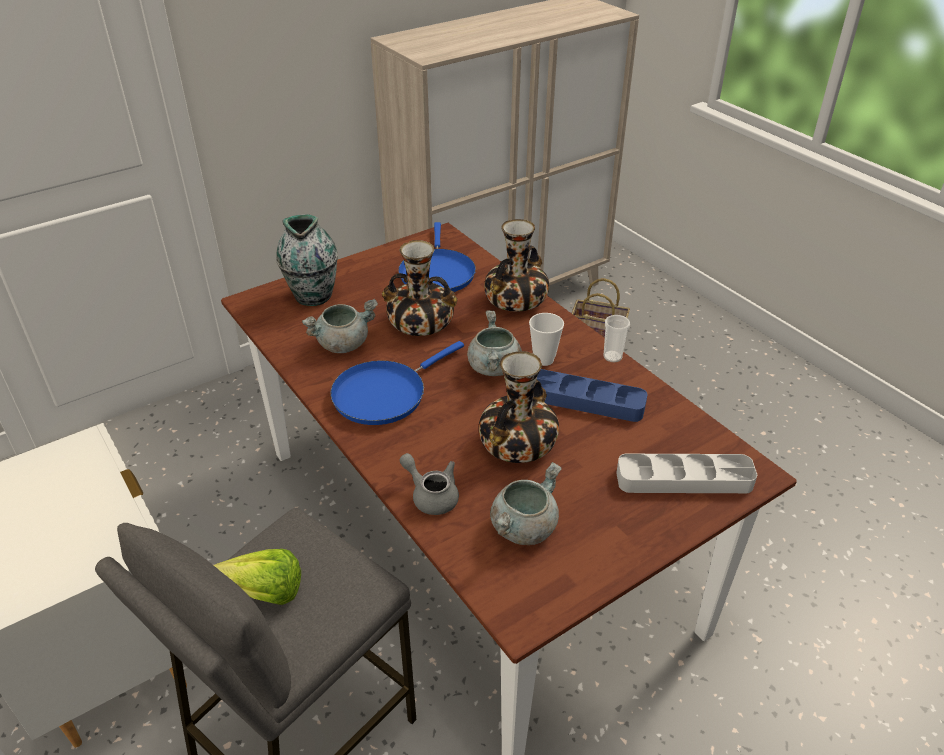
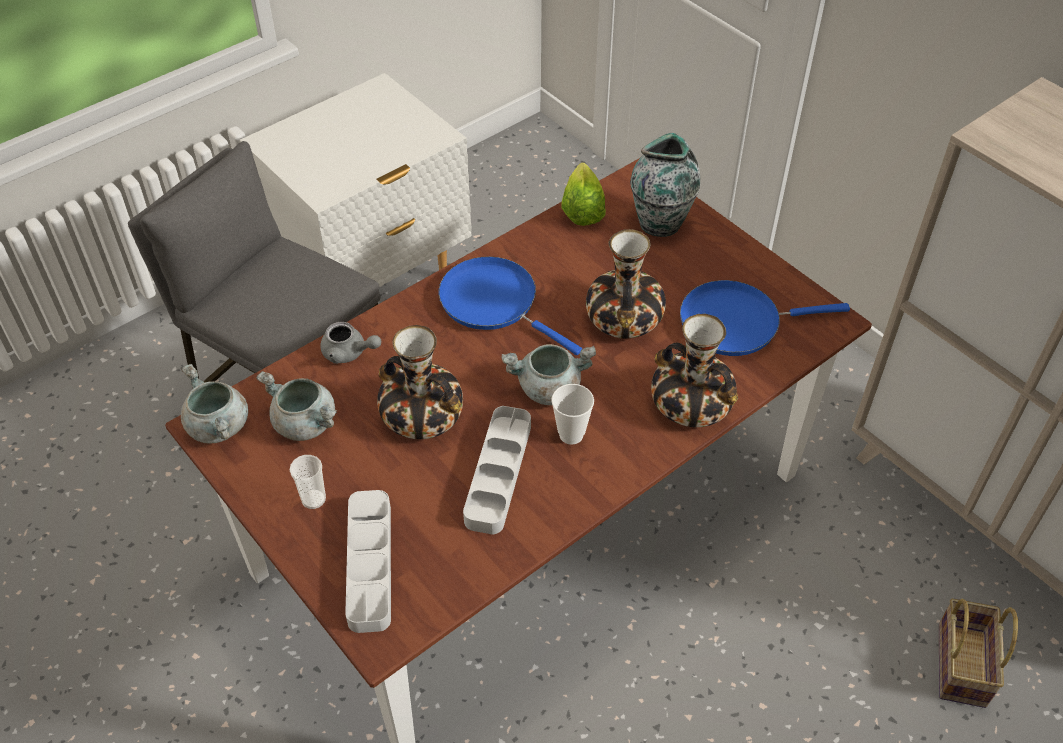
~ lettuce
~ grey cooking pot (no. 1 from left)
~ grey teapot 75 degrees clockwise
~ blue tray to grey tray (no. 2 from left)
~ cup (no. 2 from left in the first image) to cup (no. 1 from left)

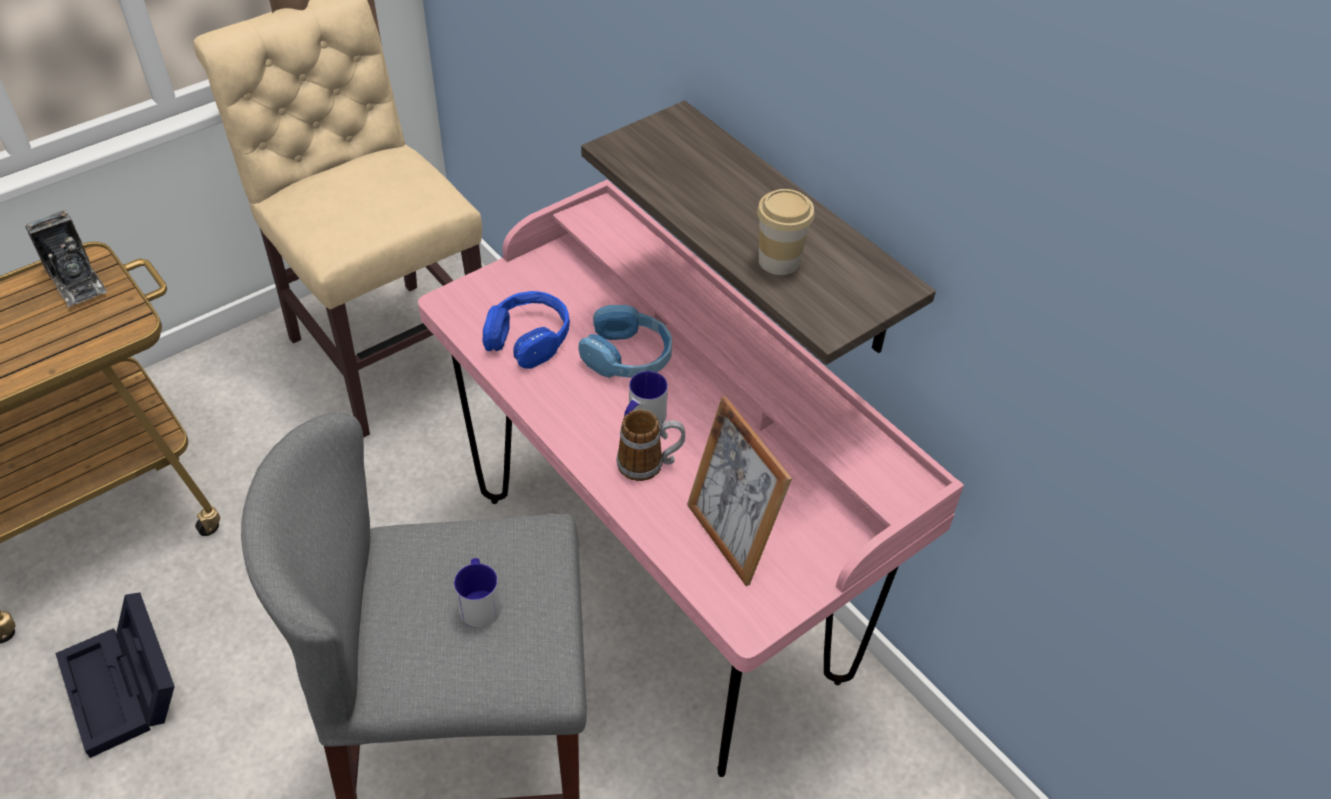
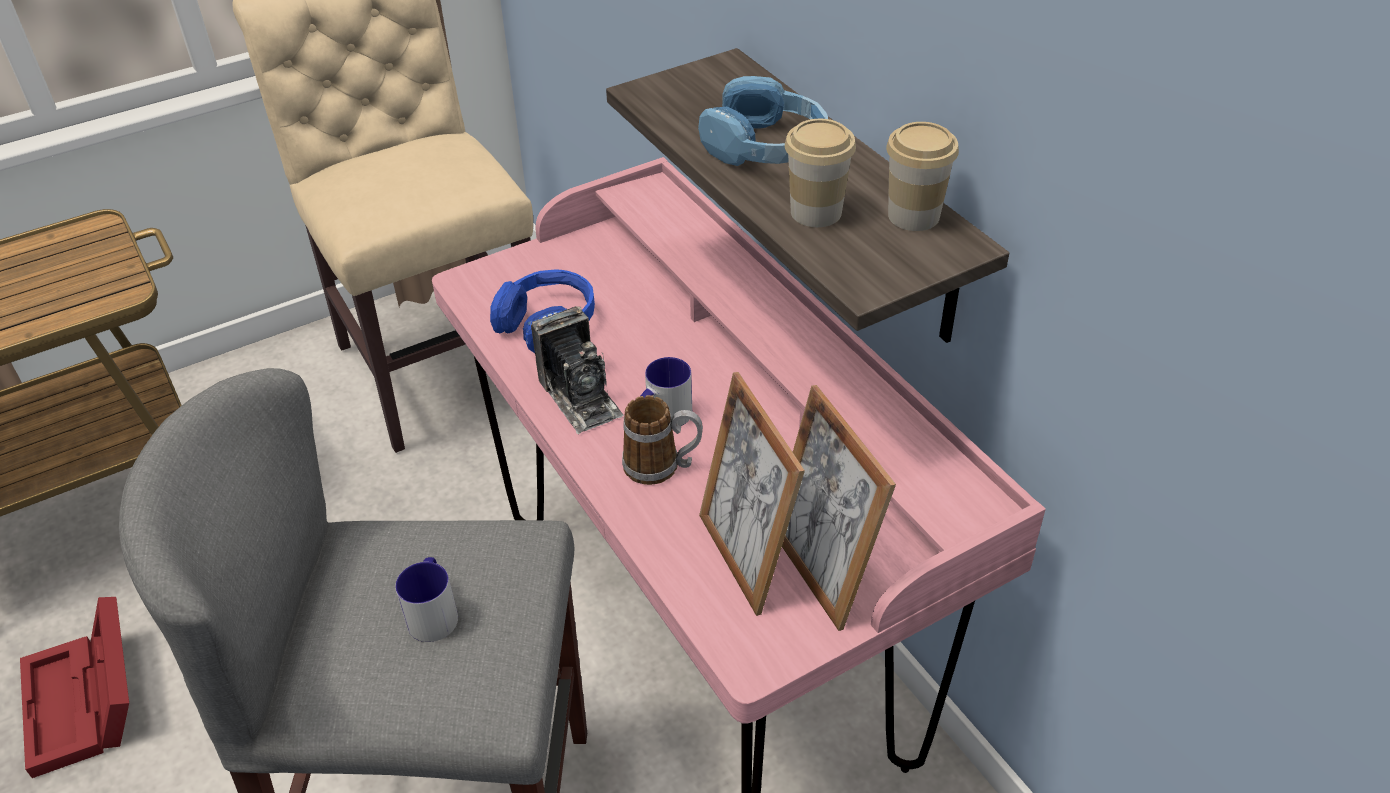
~ photo camera
~ black storage box to red storage box
~ blue headphones (no. 2 from left)
+ picture frame (no. 2 from left)
+ cup (no. 2 from left)

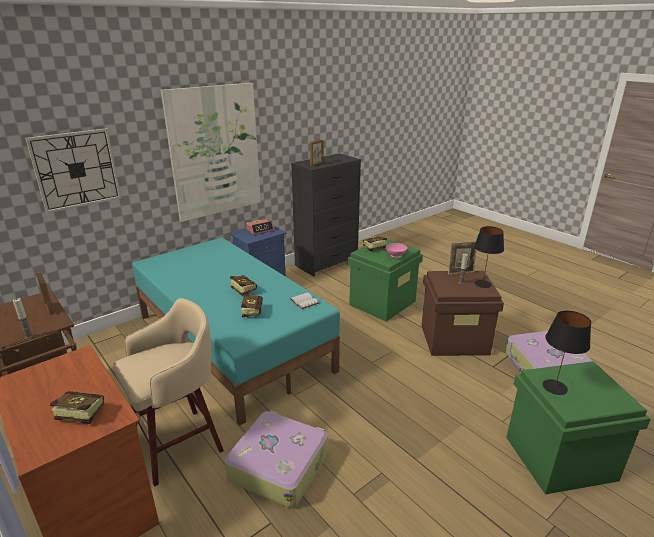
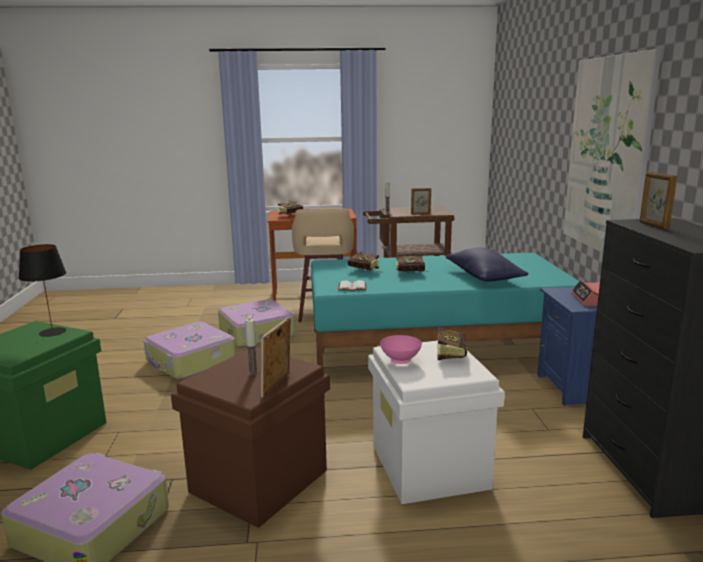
- wall clock
~ green storage box (no. 1 from left) to white storage box
- black table lamp (no. 1 from left)
+ suitcase (no. 2 from left)
+ blue pillow

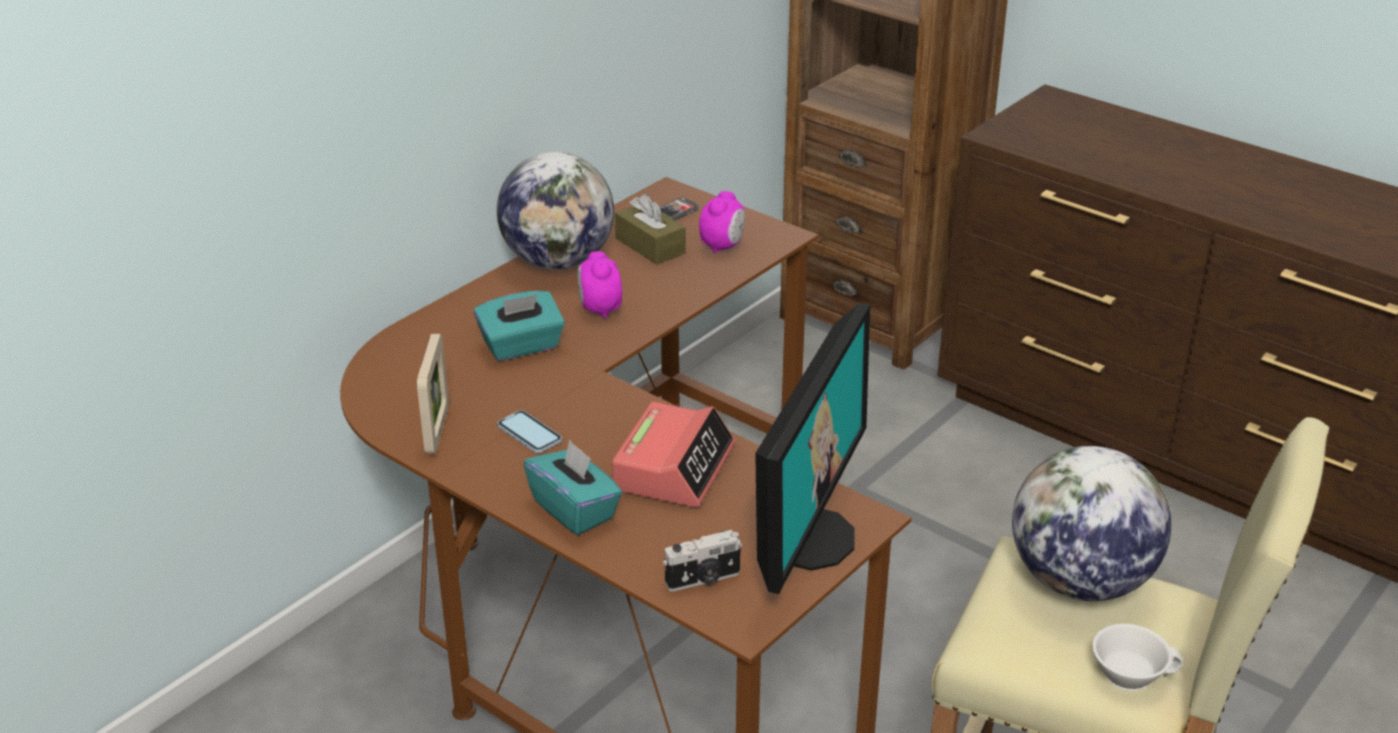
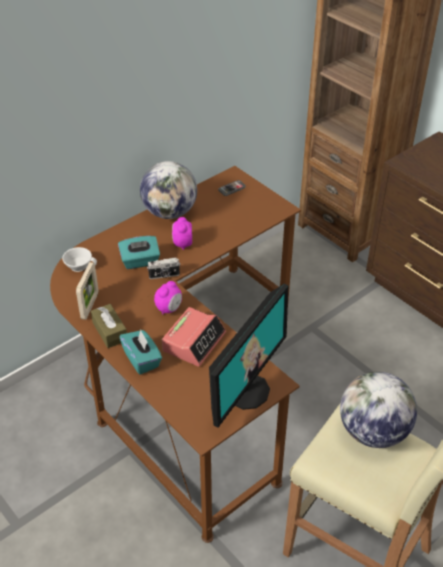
- phone (no. 1 from left)
~ brown tissue box
~ photo camera
~ alarm clock (no. 3 from left in the first image) to alarm clock (no. 1 from left)
~ white cup

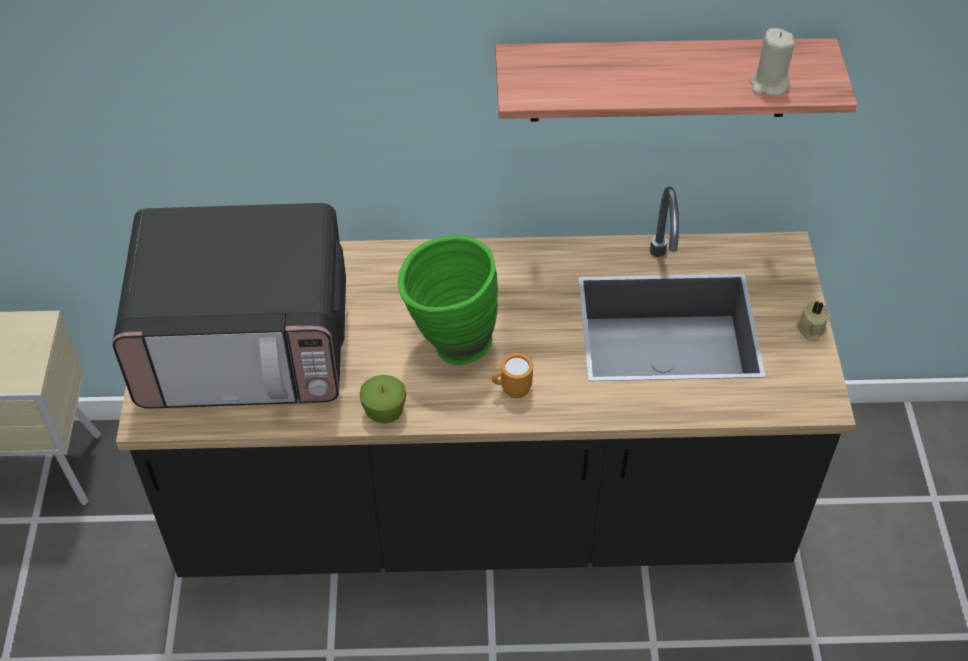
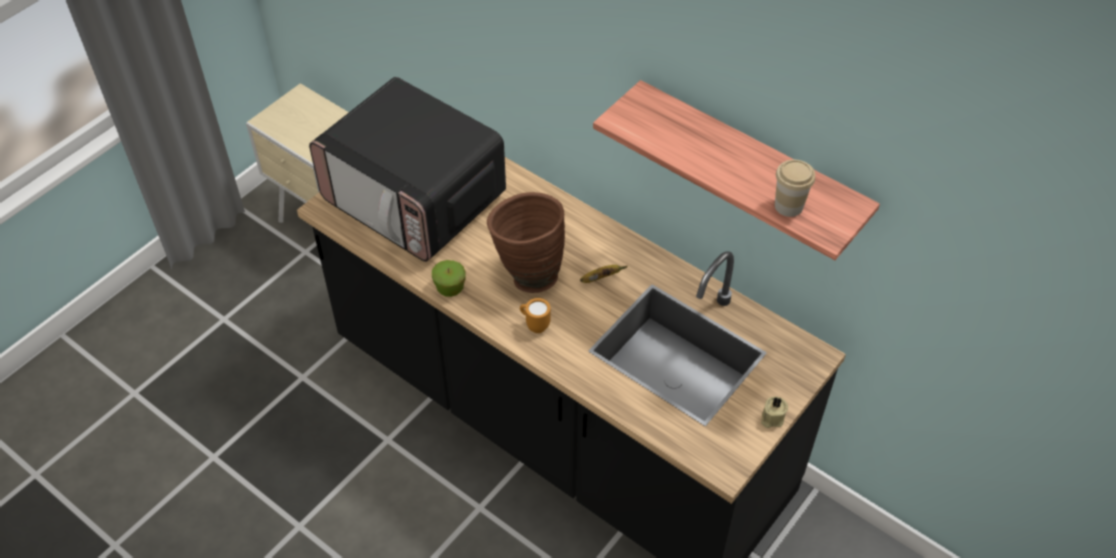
~ green vase to brown vase
~ beige candle (no. 1 from left) to cup
+ banana

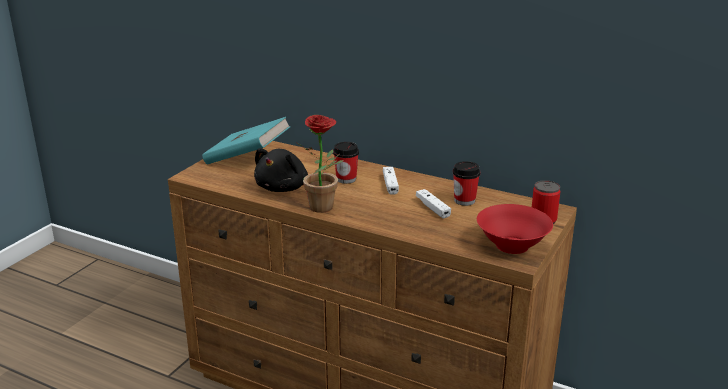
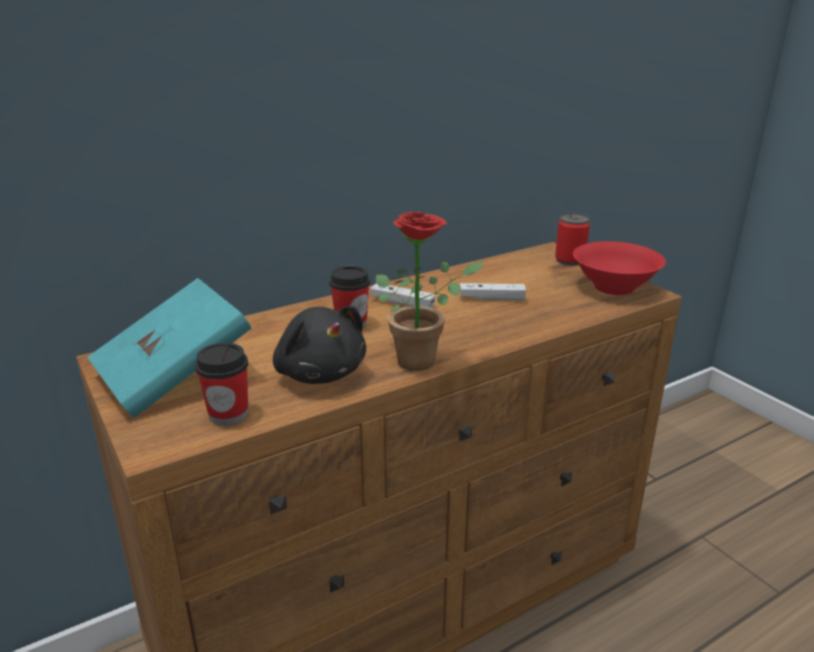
~ cup (no. 2 from left in the first image) to cup (no. 1 from left)

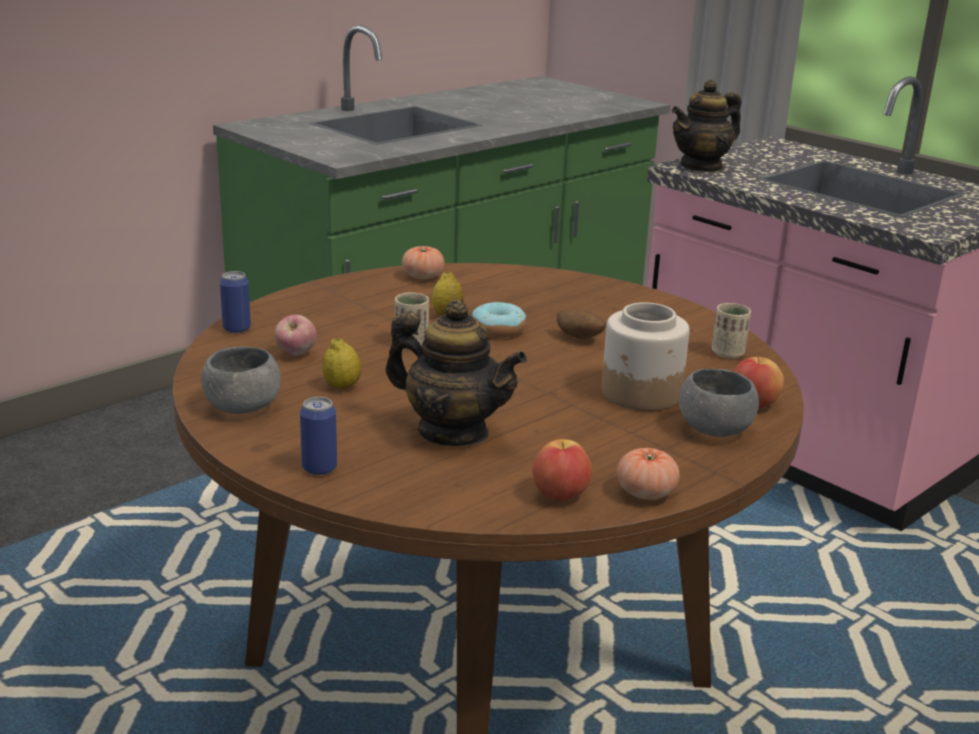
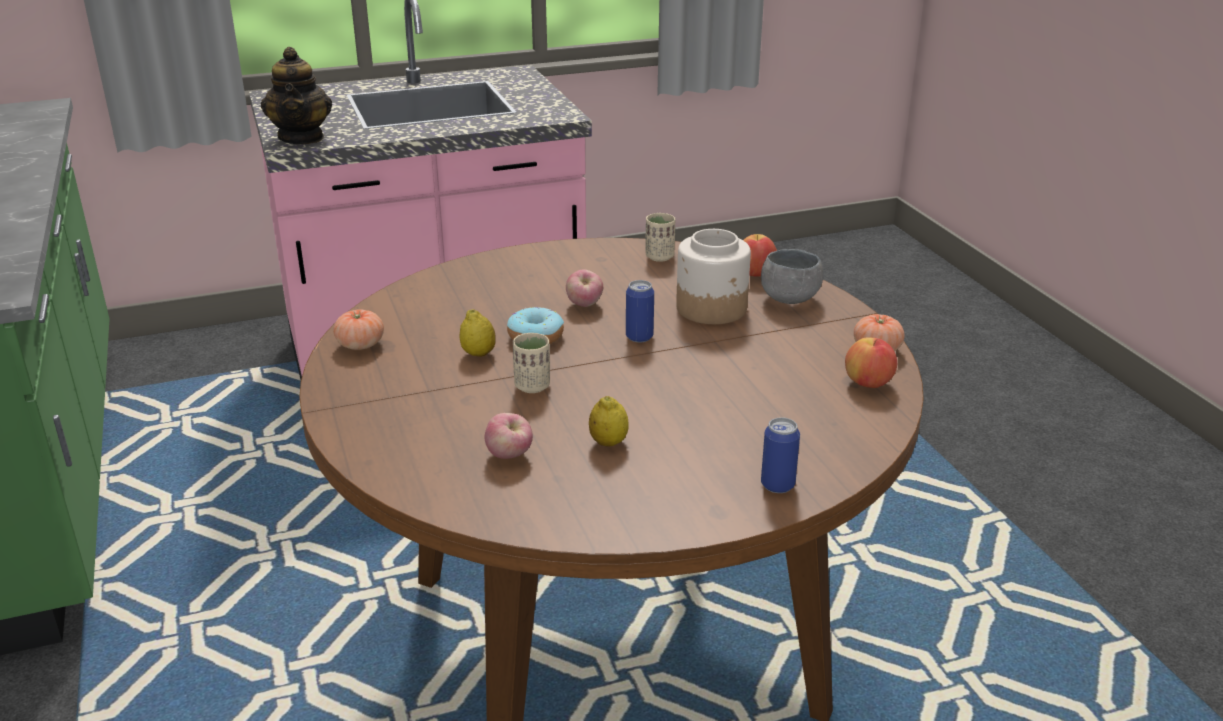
- grey bowl (no. 1 from left)
~ can (no. 1 from left)
- teapot (no. 1 from left)
~ potato to apple (no. 2 from left)

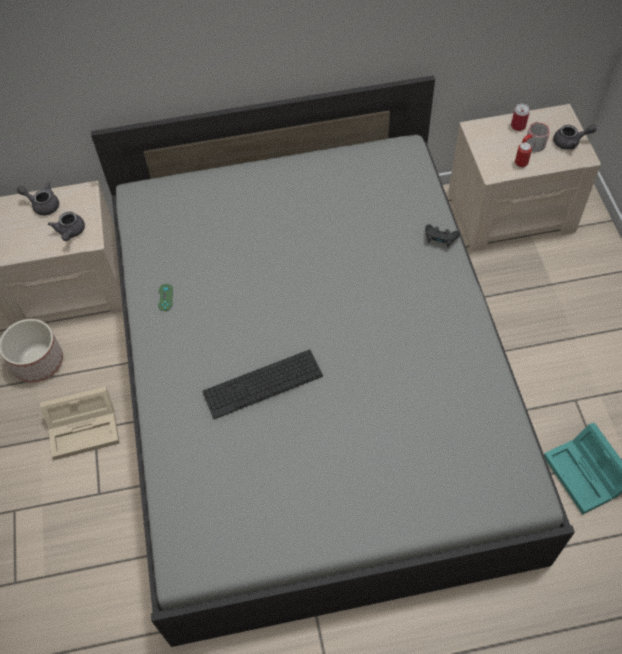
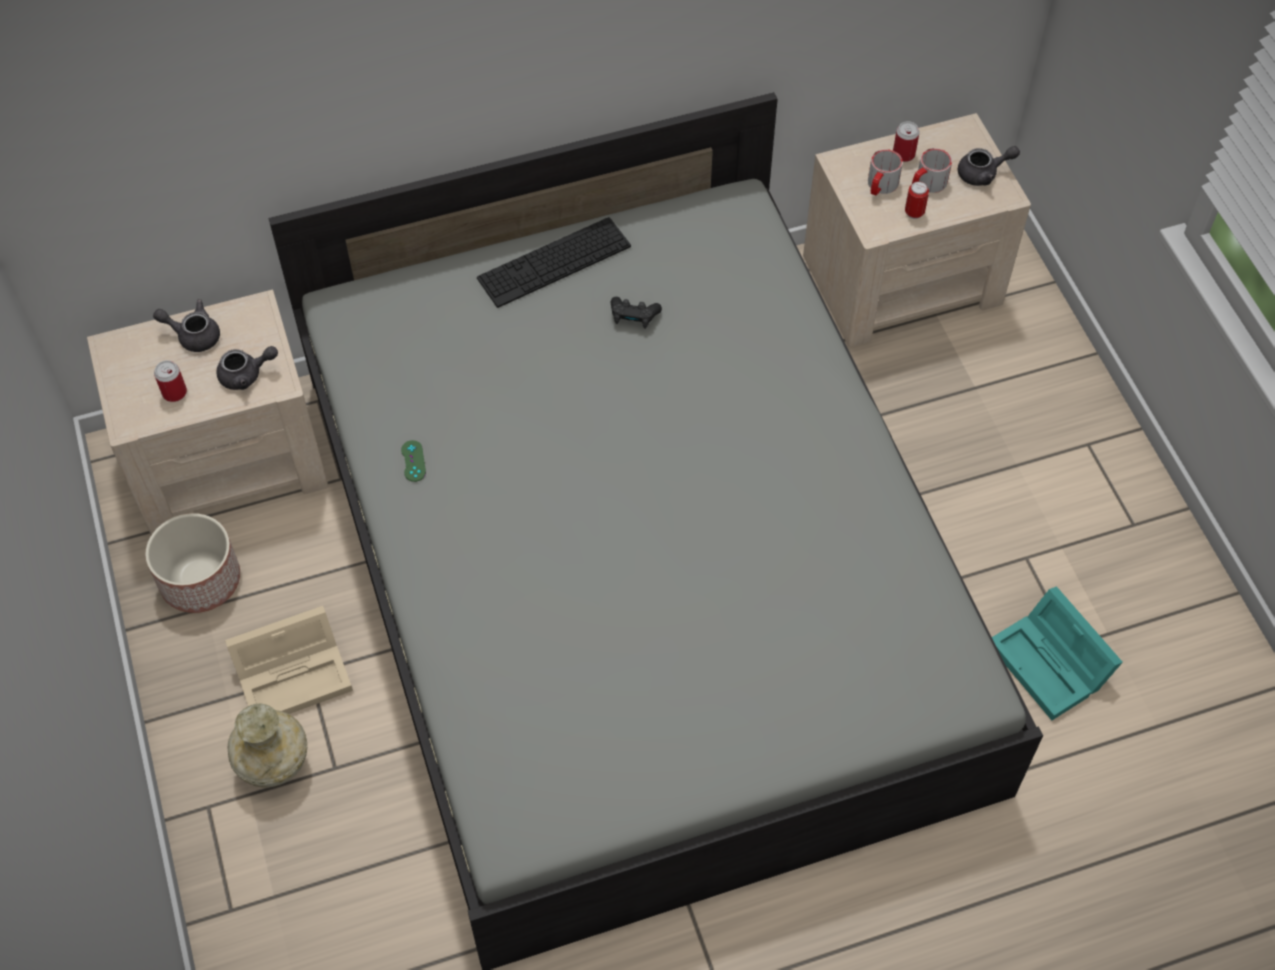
~ grey teapot (no. 2 from left) 90 degrees counterclockwise
~ keyboard
~ black game controller
+ can (no. 1 from left)
+ beige vase
+ mug (no. 1 from left)

